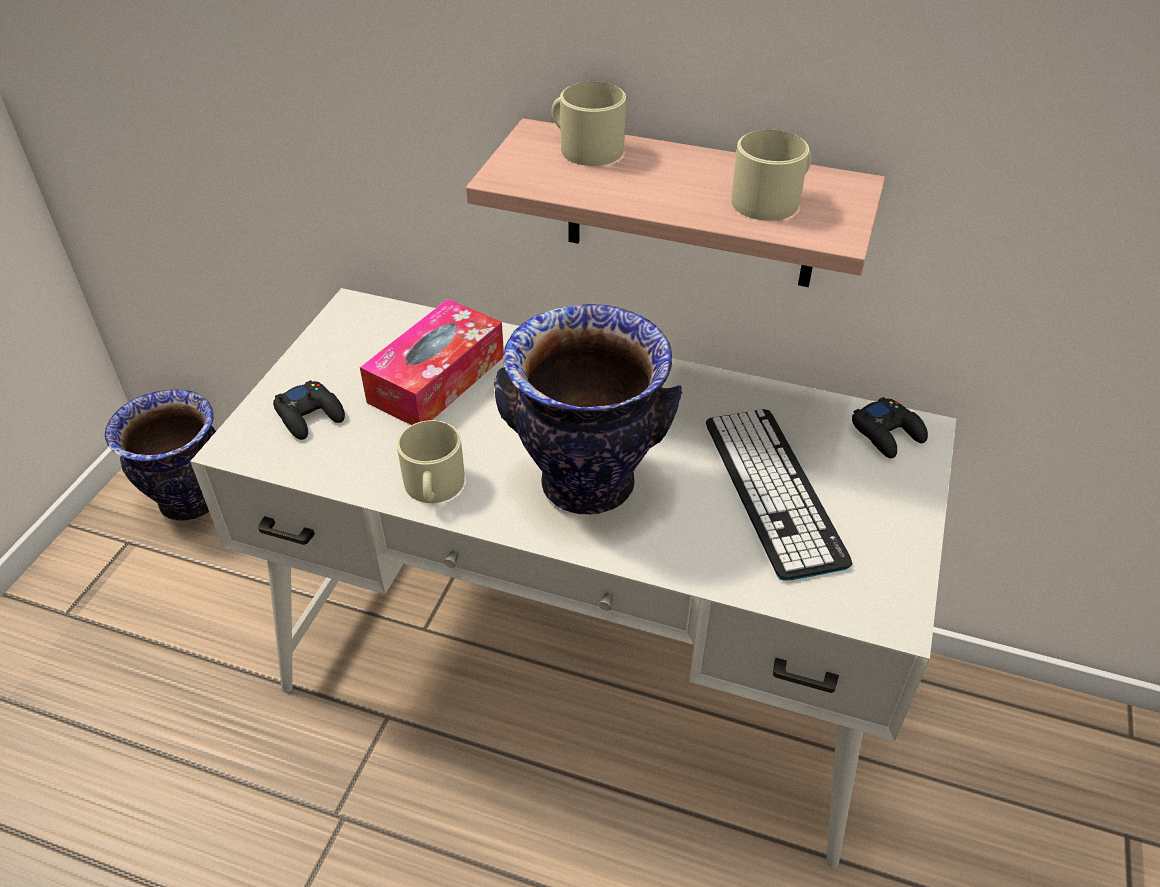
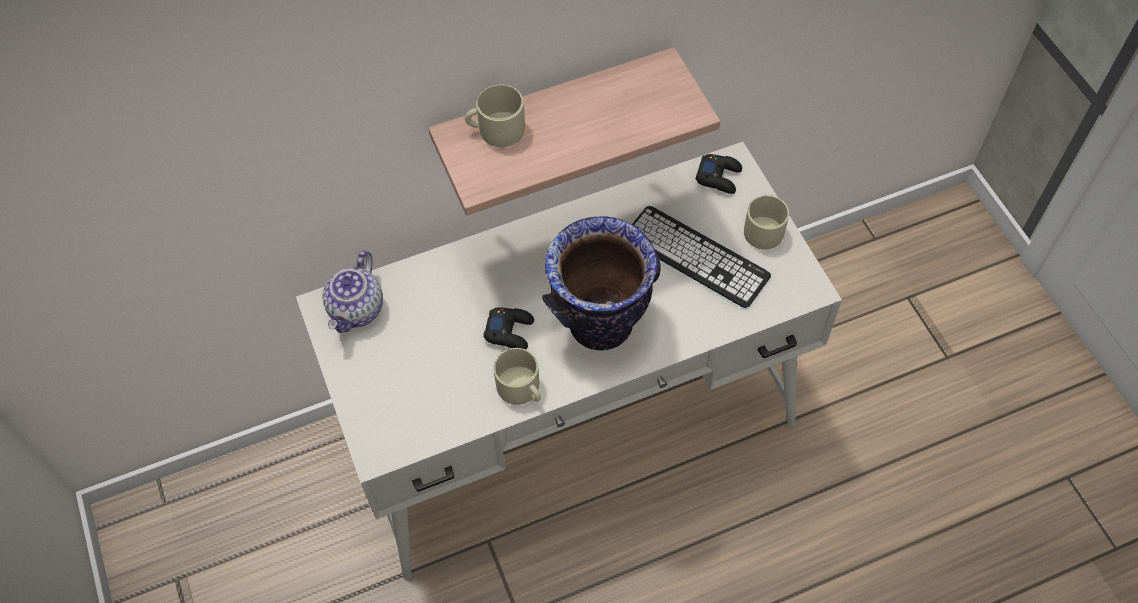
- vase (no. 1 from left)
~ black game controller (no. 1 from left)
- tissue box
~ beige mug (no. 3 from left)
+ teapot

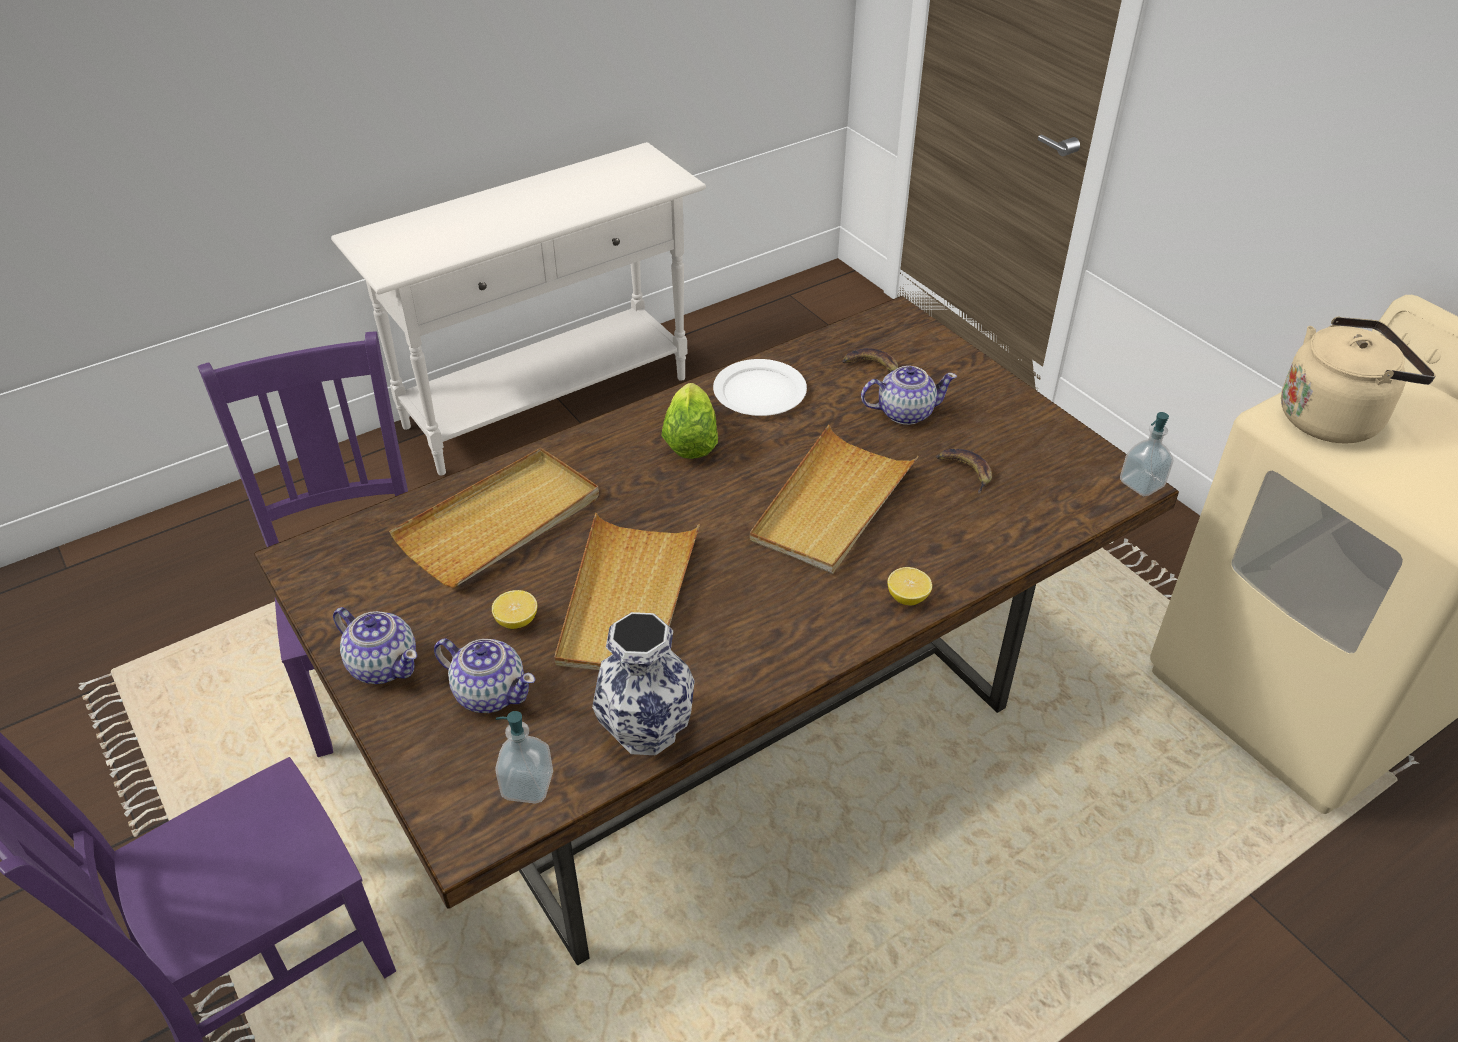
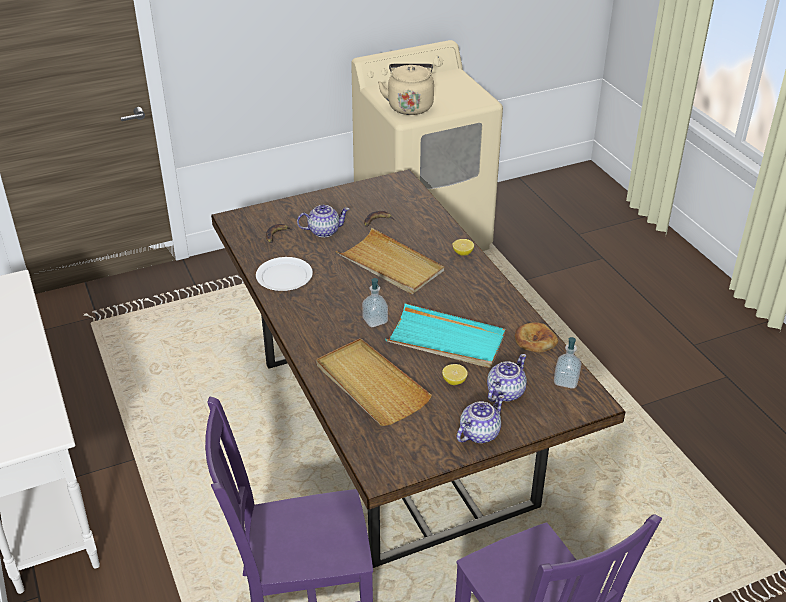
~ beige tray (no. 2 from left) to turquoise tray
~ vase to bread
- lettuce
~ teapot (no. 3 from left in the first image) 75 degrees clockwise
~ soap dispenser (no. 2 from left in the first image) to soap dispenser (no. 1 from left)

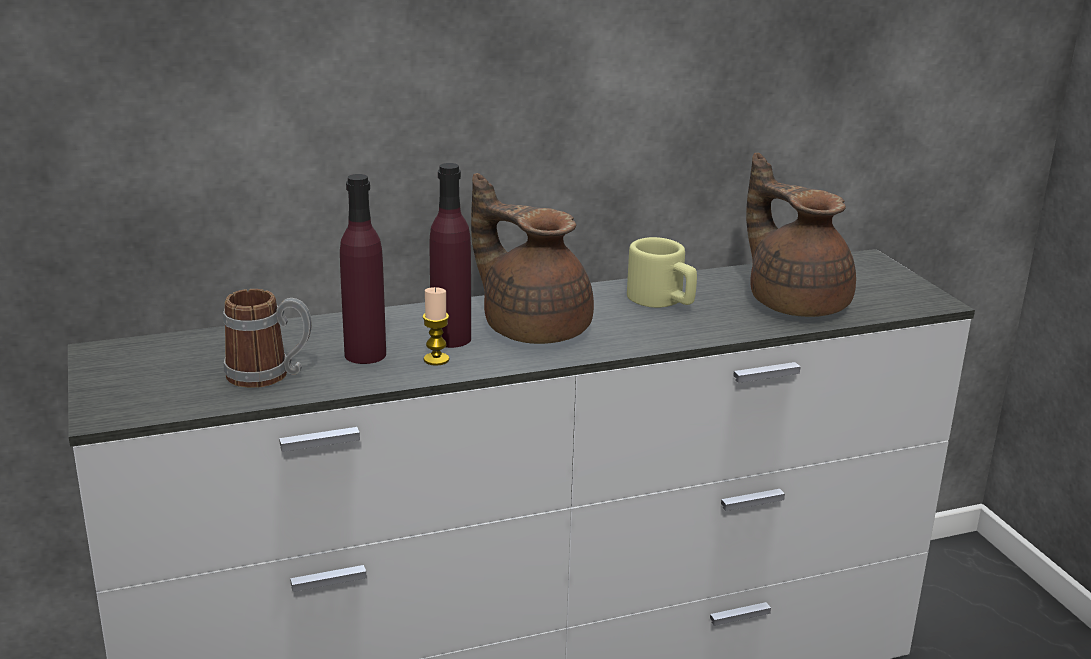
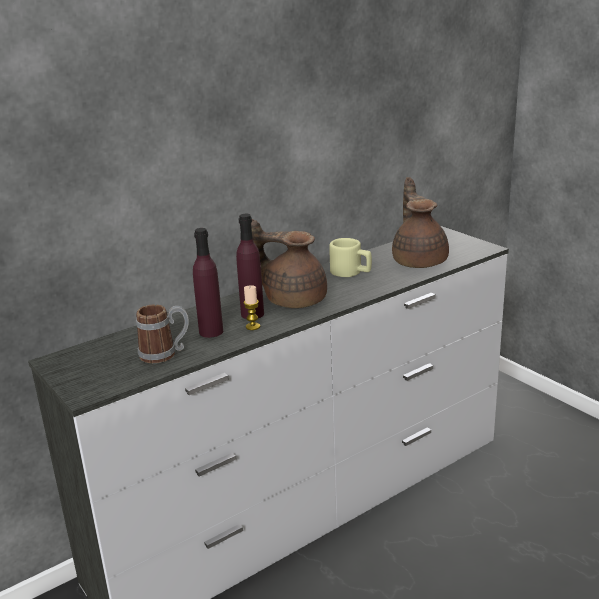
~ brown teapot (no. 2 from left) 45 degrees clockwise

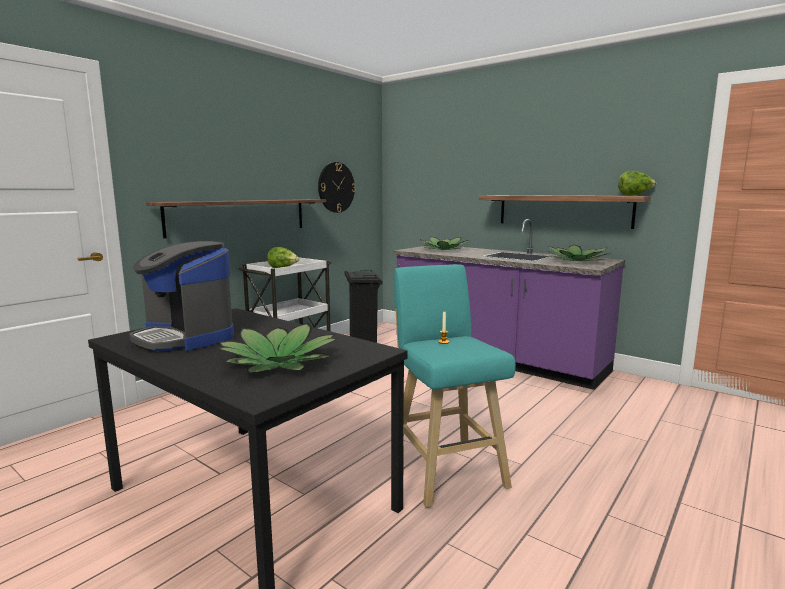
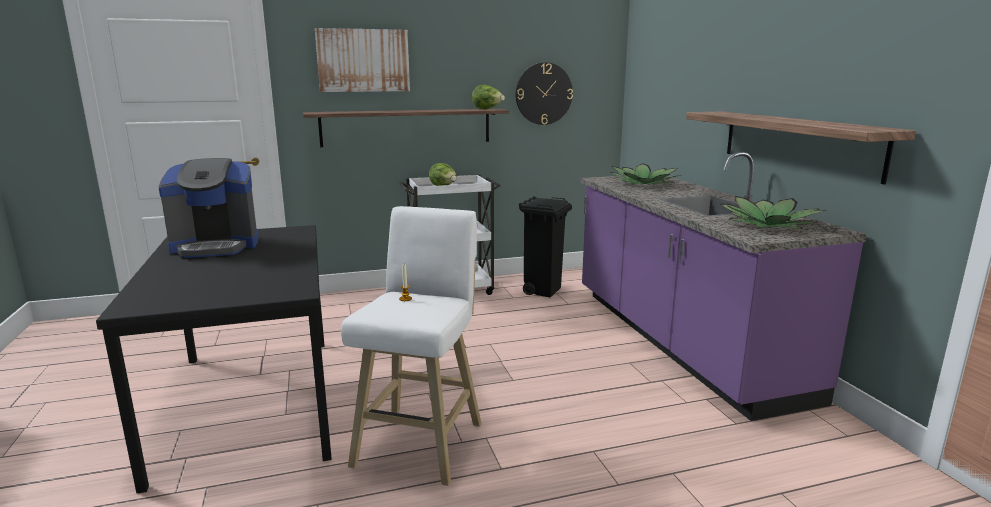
~ coffee machine 90 degrees counterclockwise
- potted plant (no. 1 from left)
~ turquoise stool to white stool
~ lettuce (no. 2 from left)
+ picture

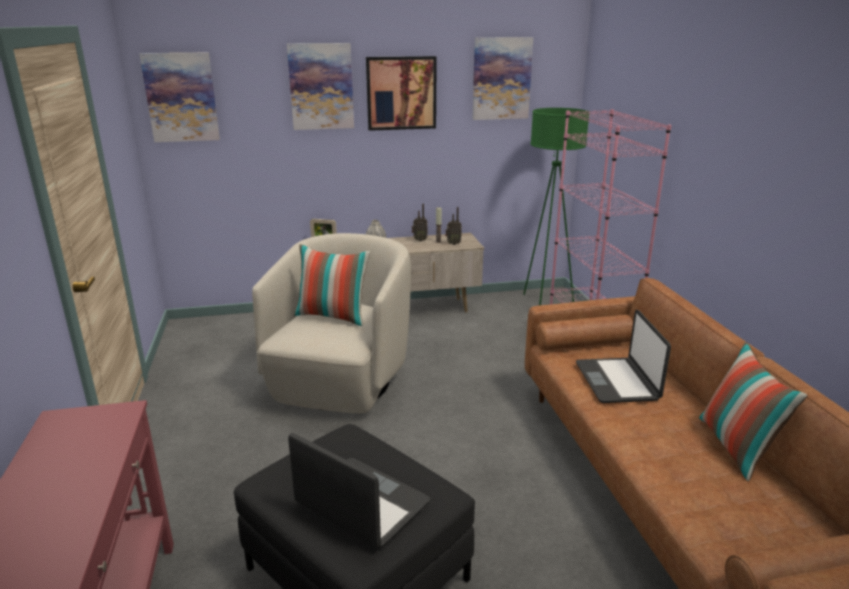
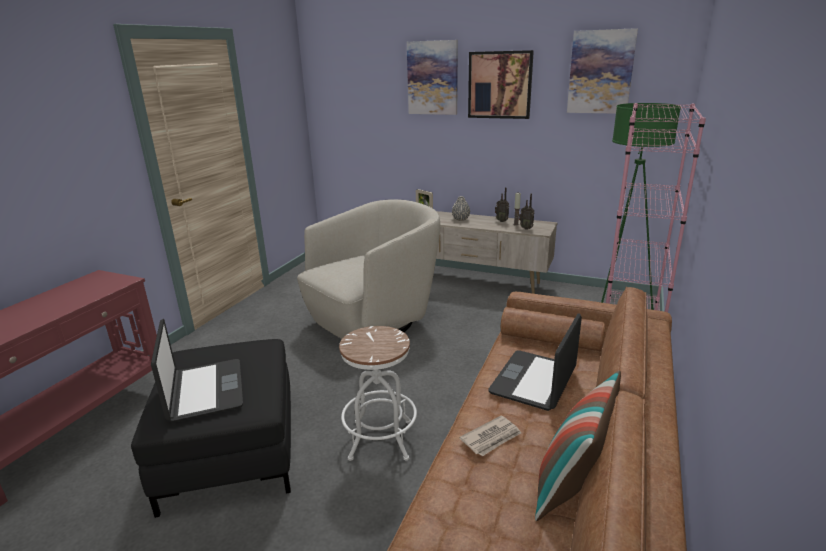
- picture (no. 1 from left)
- pillow (no. 1 from left)
+ white stool
+ newspaper

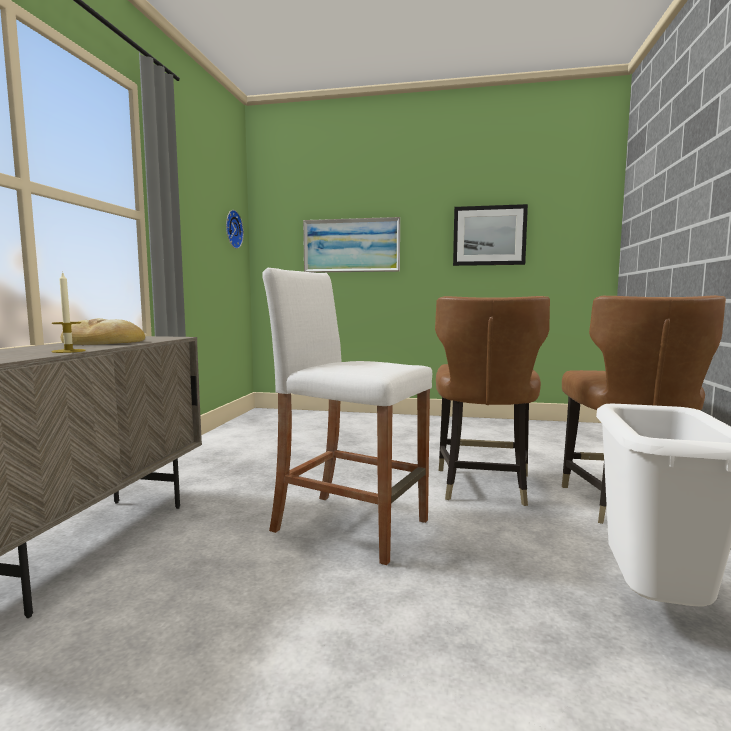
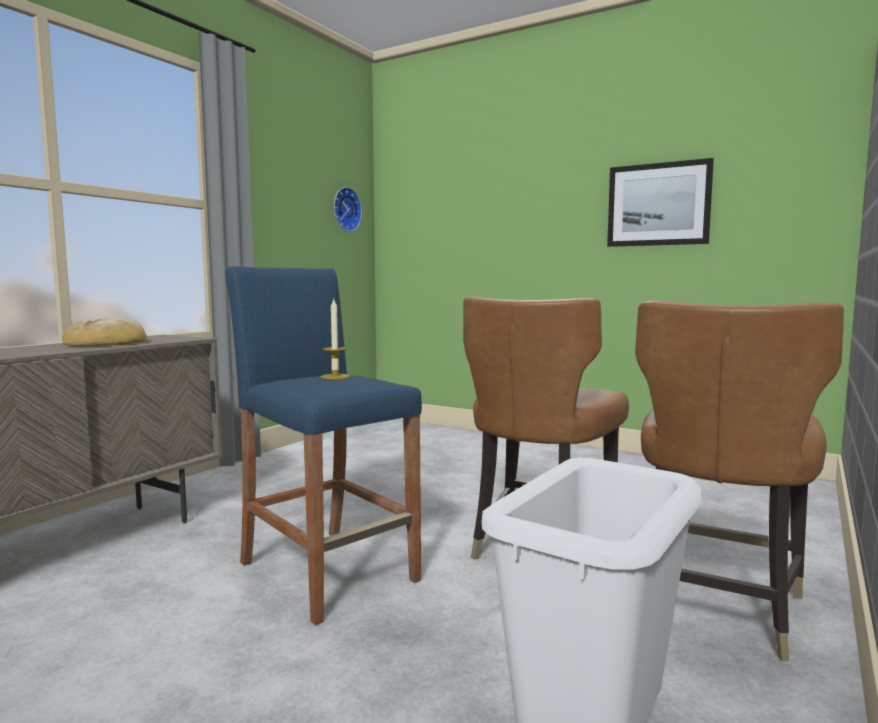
~ candle
~ white stool to blue stool
- picture (no. 1 from left)

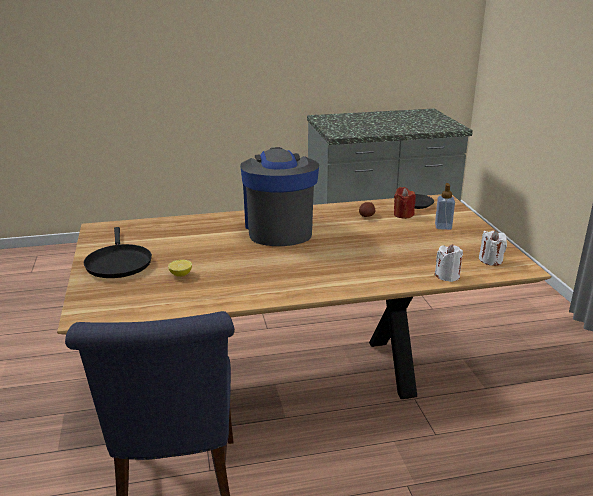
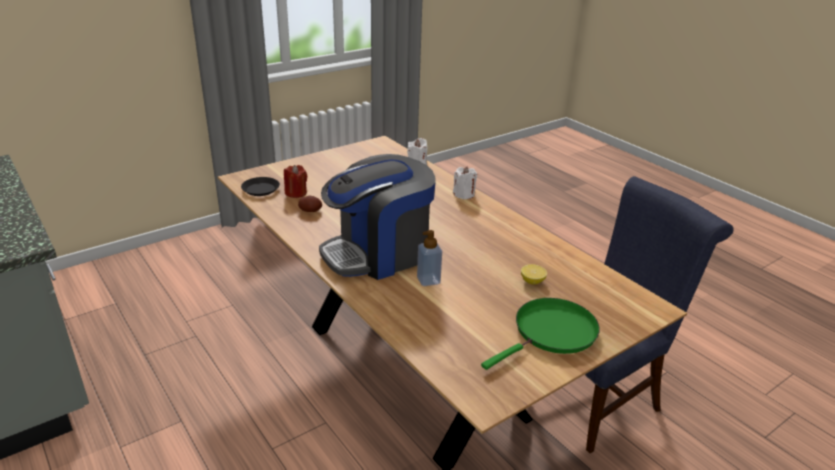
~ black frying pan to green frying pan
~ soap dispenser
~ white candle (no. 2 from left)

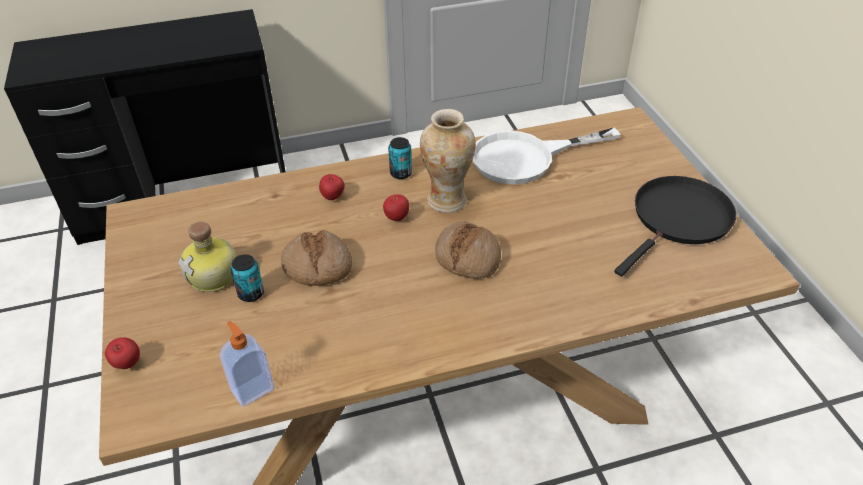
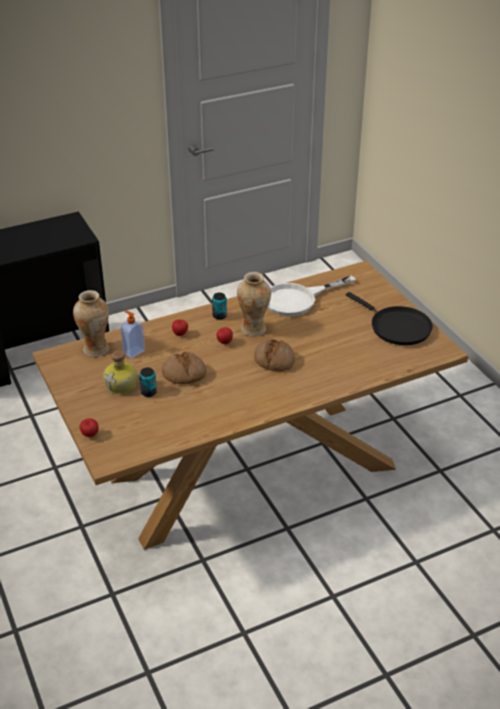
~ soap dispenser
~ black frying pan 105 degrees clockwise
+ vase (no. 1 from left)

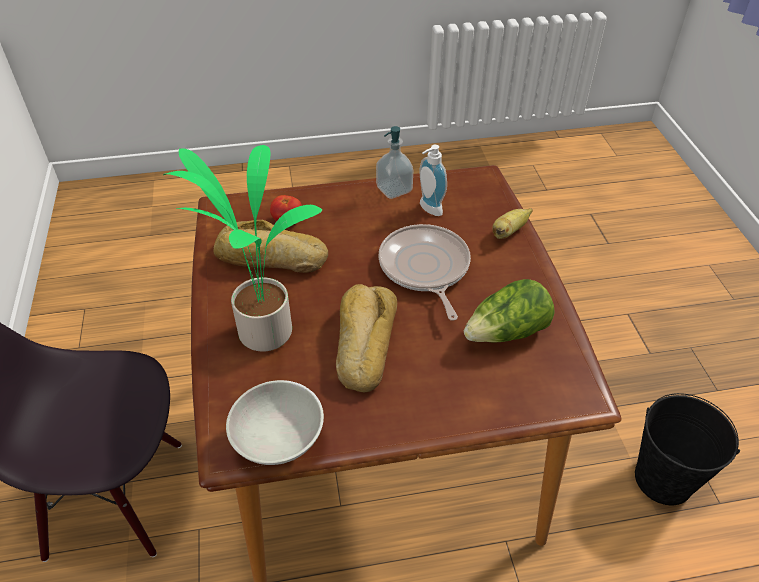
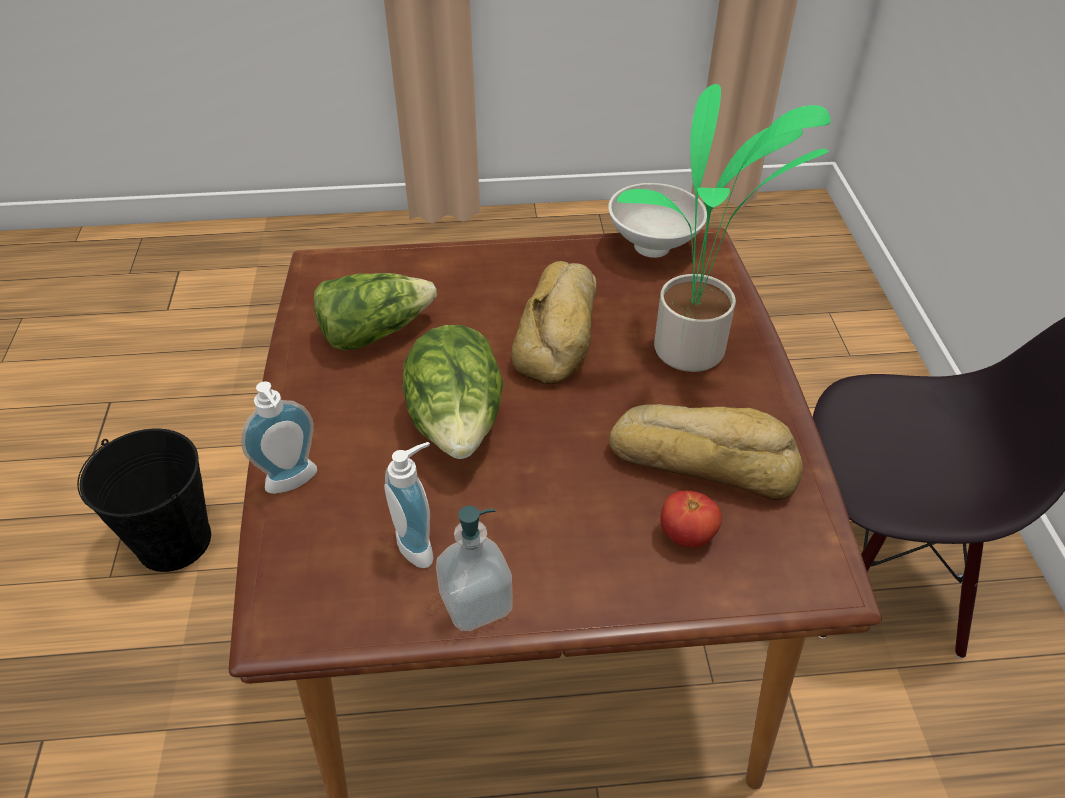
~ frying pan to lettuce (no. 2 from left)
~ banana to soap dispenser (no. 1 from left)

